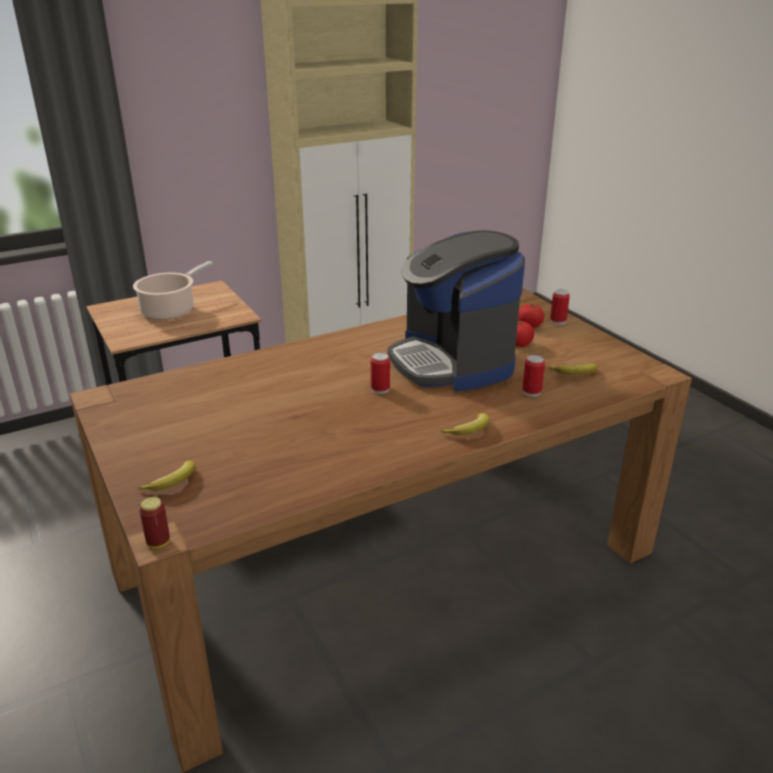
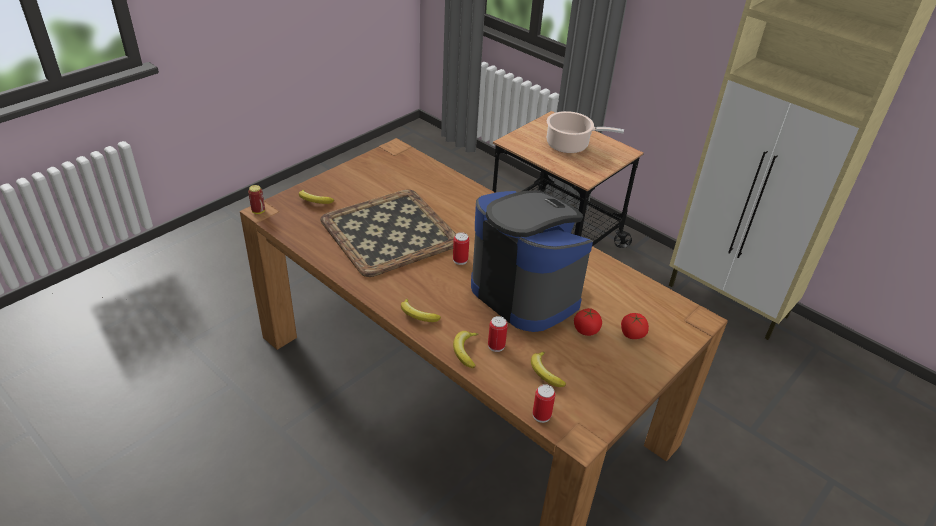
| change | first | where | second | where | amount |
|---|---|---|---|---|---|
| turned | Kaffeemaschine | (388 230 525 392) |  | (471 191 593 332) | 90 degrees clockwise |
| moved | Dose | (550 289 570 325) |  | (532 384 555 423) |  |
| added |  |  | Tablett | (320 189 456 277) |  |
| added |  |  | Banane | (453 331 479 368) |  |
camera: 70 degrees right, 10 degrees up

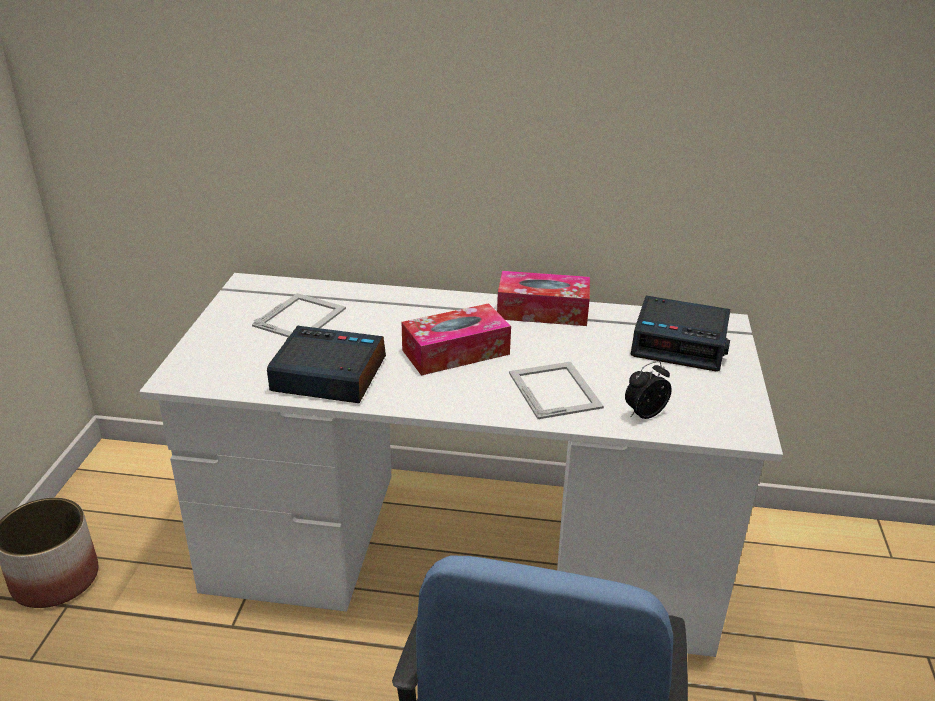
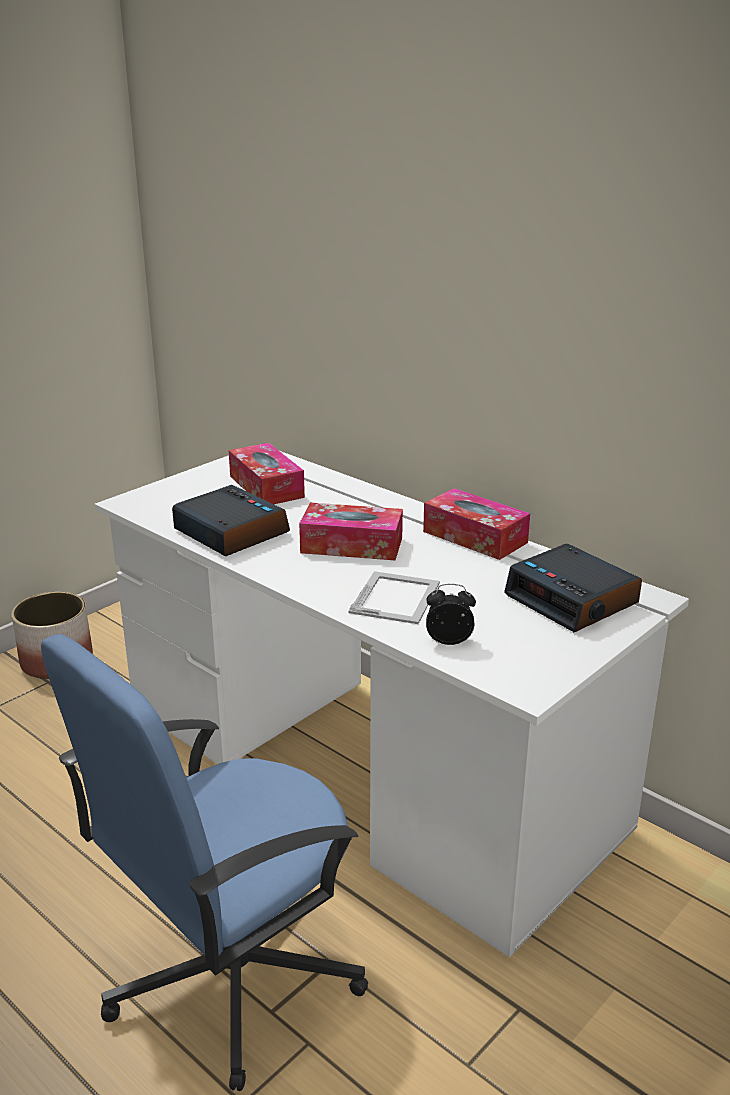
| change | first | where | second | where | amount |
|---|---|---|---|---|---|
| replaced | Bilderrahmen | (252 293 346 337) | Taschentuchbox | (229 443 305 504) |  |
camera: 35 degrees right, 5 degrees down

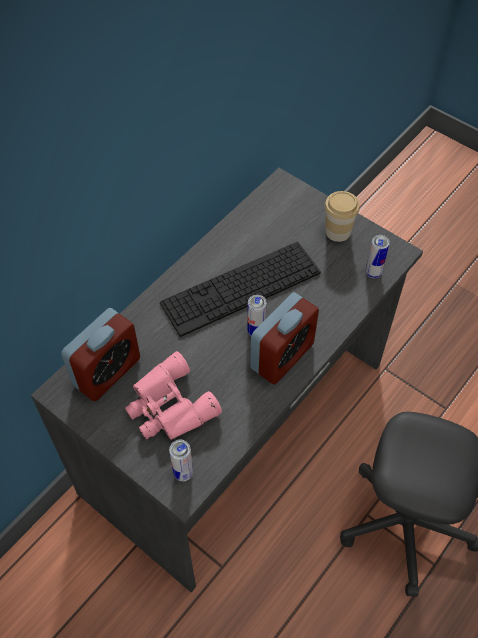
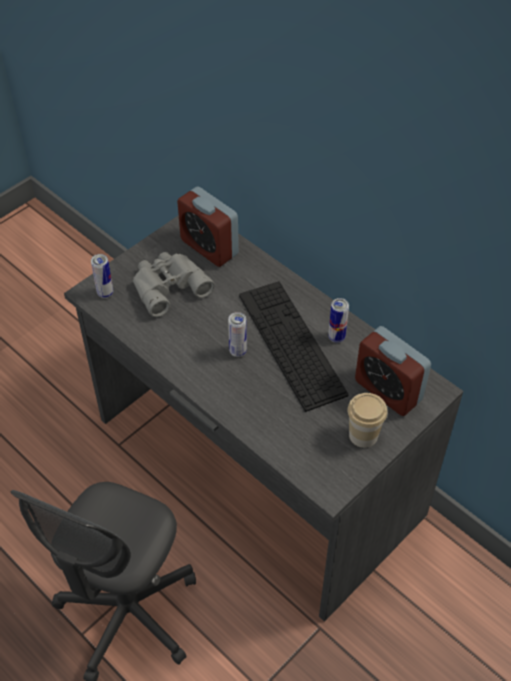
| change | first | where | second | where | amount |
|---|---|---|---|---|---|
| recoloured | Fernglas [rosa] | (125 351 222 440) | Fernglas [grau] | (133 252 215 317) |  |
| moved | Wecker | (250 292 319 385) |  | (355 326 431 416) |  |
| moved | Dose | (365 235 390 278) |  | (328 298 349 343) |  |
camera: 95 degrees right, 5 degrees down

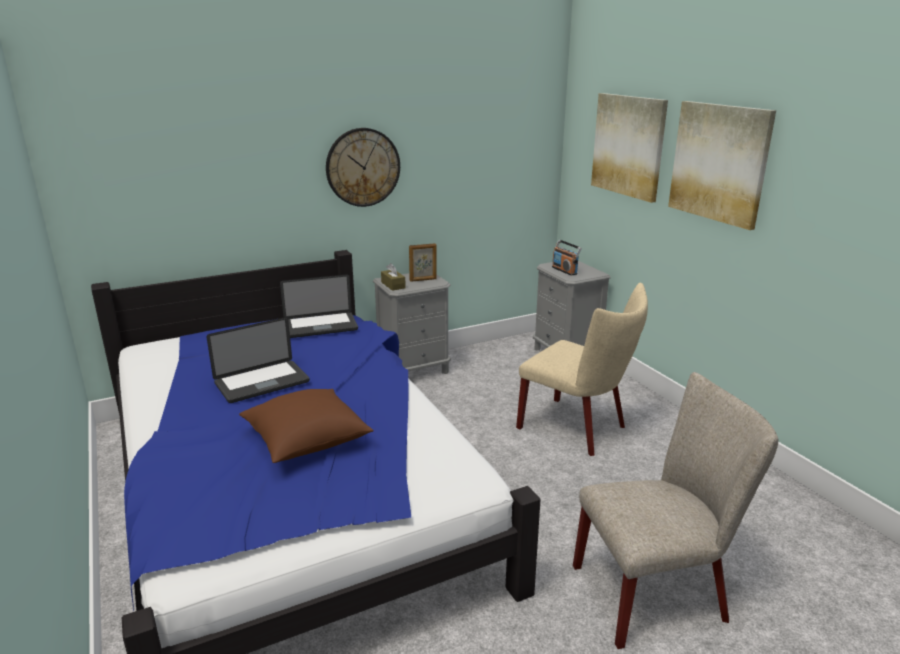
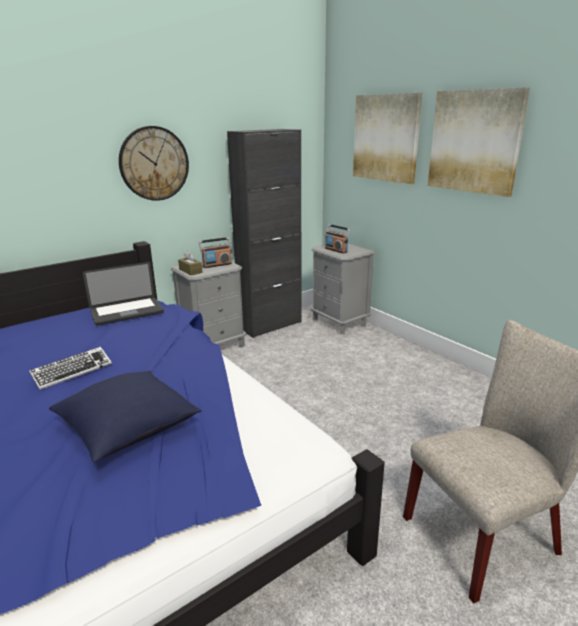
| change | first | where | second | where | amount |
|---|---|---|---|---|---|
| replaced | Laptop | (207 317 310 403) | Tastatur | (29 347 112 390) |  |
| recoloured | Kissen [braun] | (239 389 374 463) | Kissen [blau] | (49 371 202 462) |  |
| replaced | Bilderrahmen | (409 243 437 282) | Radio | (199 237 232 268) |  |
| removed | Stuhl [beige] | (516 283 648 456) |  |  |  |
| added |  |  | Schrank [schwarz] | (227 129 302 338) |  |
camera: 10 degrees left, 0 degrees up

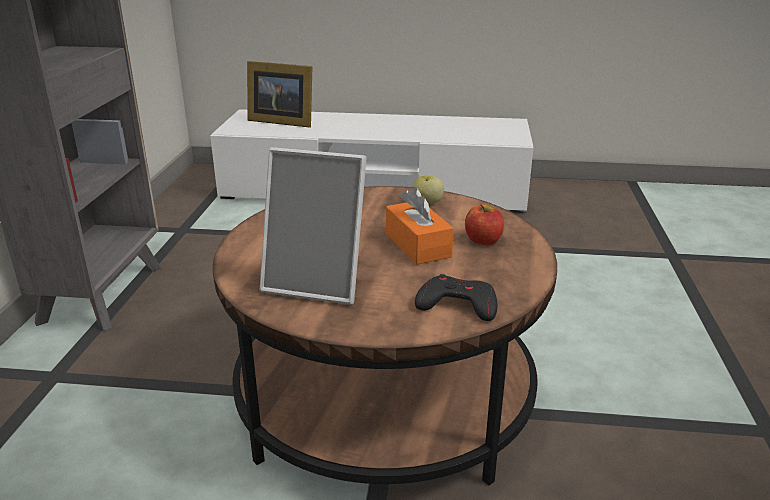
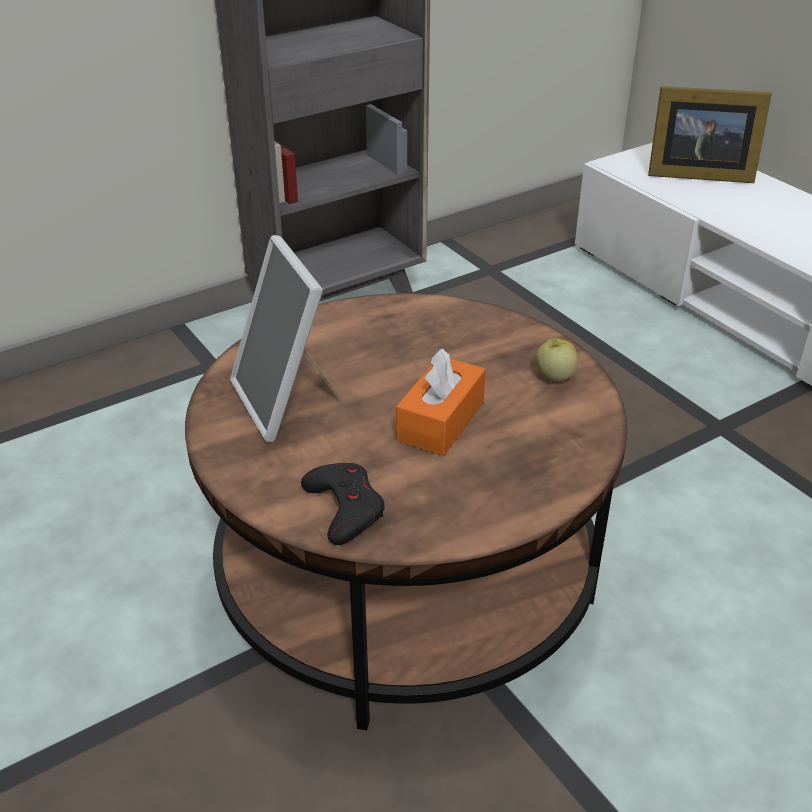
| change | first | where | second | where | amount |
|---|---|---|---|---|---|
| turned | Bilderrahmen | (247 61 313 128) |  | (648 86 772 183) | 60 degrees counterclockwise |
| removed | Apfel | (465 204 504 245) |  |  |  |
camera: 50 degrees right, 10 degrees up

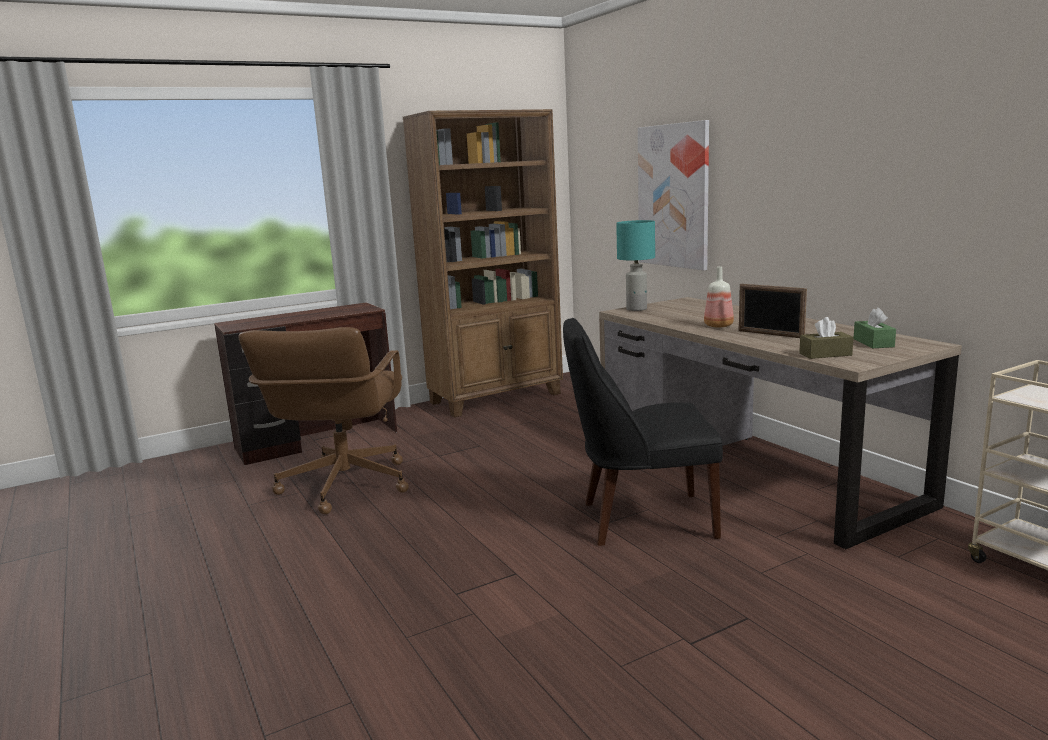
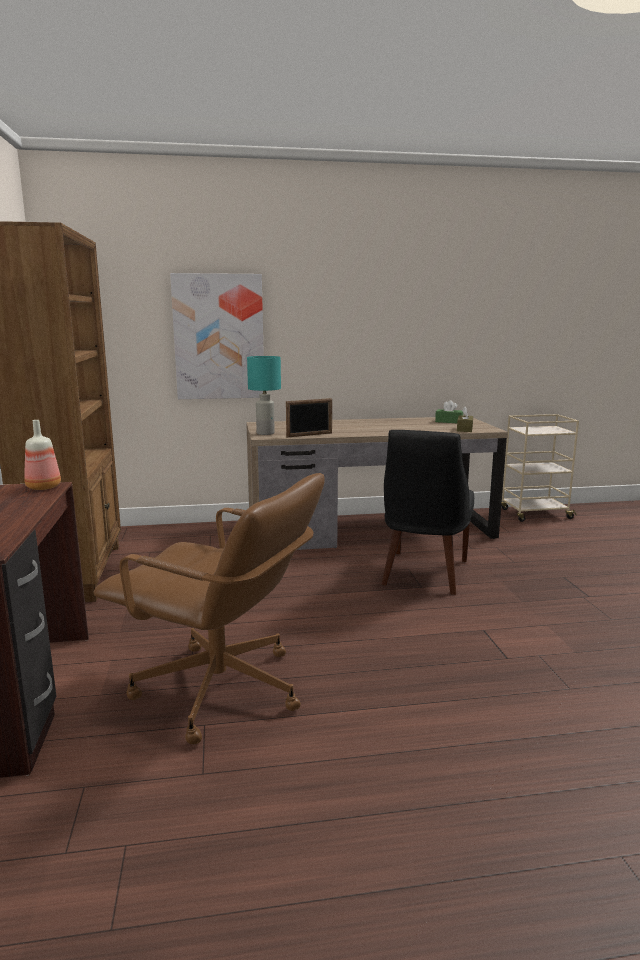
| change | first | where | second | where | amount |
|---|---|---|---|---|---|
| moved | Flasche | (704 267 734 328) |  | (24 420 61 490) |  |
| moved | Bilderrahmen | (739 284 807 338) |  | (286 398 332 437) |  |
camera: 70 degrees left, 0 degrees up

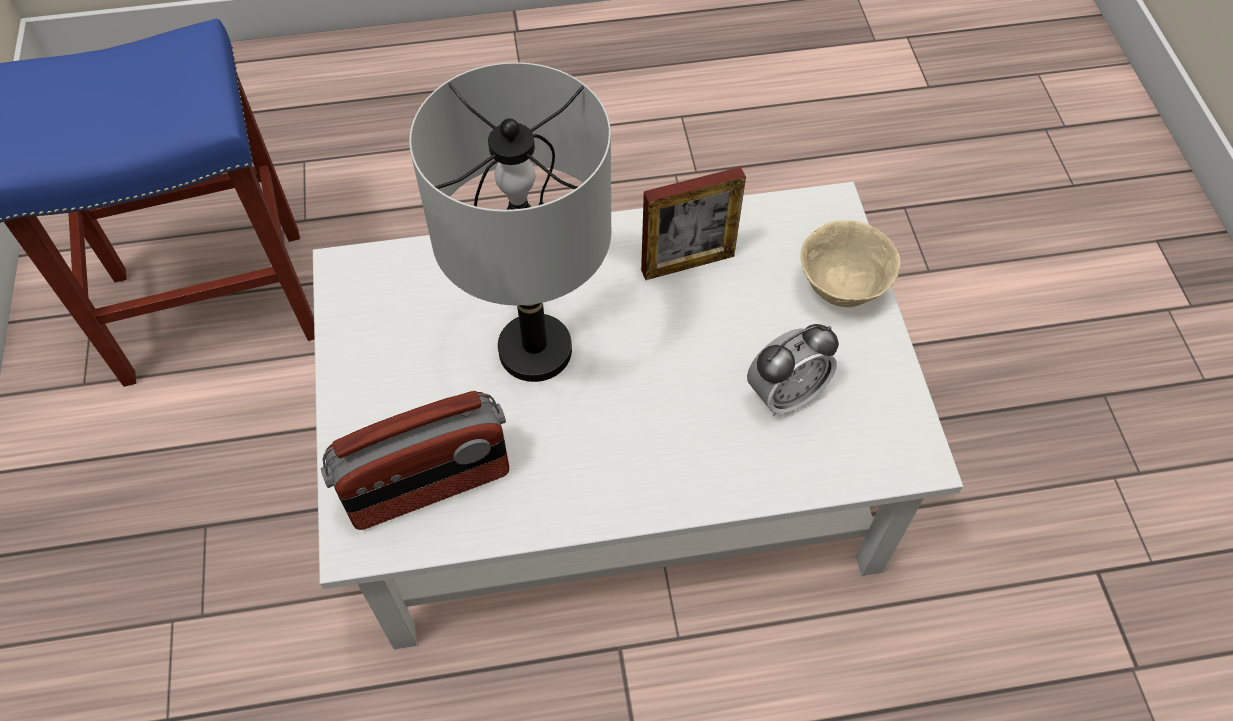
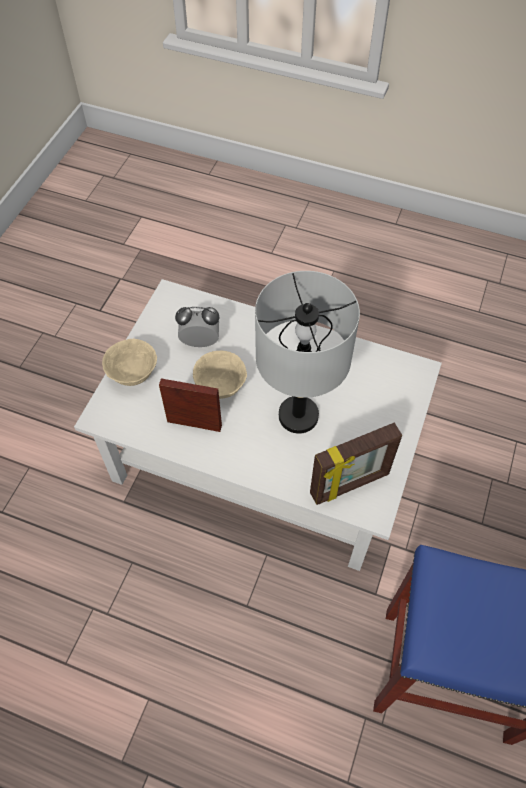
| change | first | where | second | where | amount |
|---|---|---|---|---|---|
| removed | Radio | (321 391 509 530) |  |  |  |
| added |  |  | Schüssel [beige] | (193 351 247 399) |  |
| added |  |  | Bilderrahmen | (310 423 402 505) |  |
camera: 150 degrees left, 0 degrees up

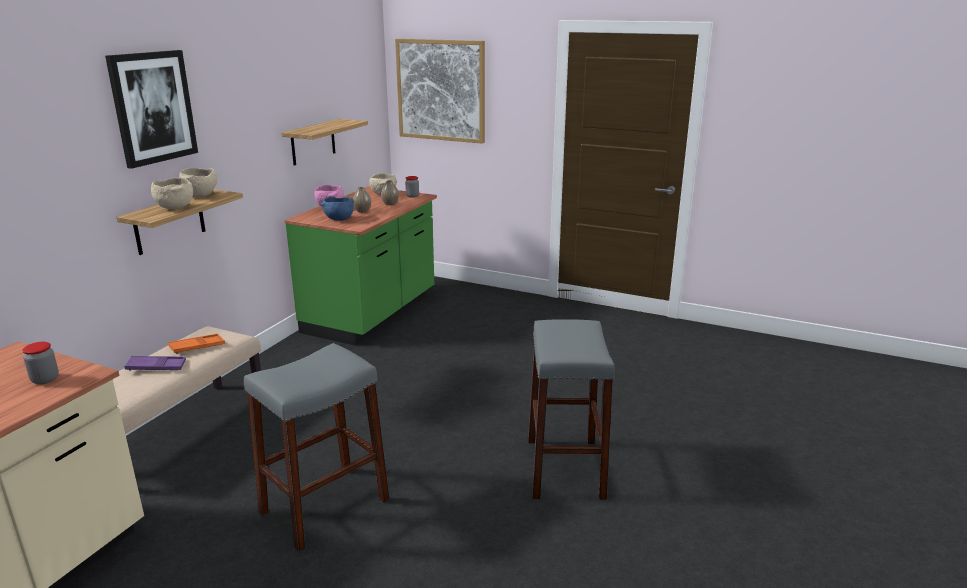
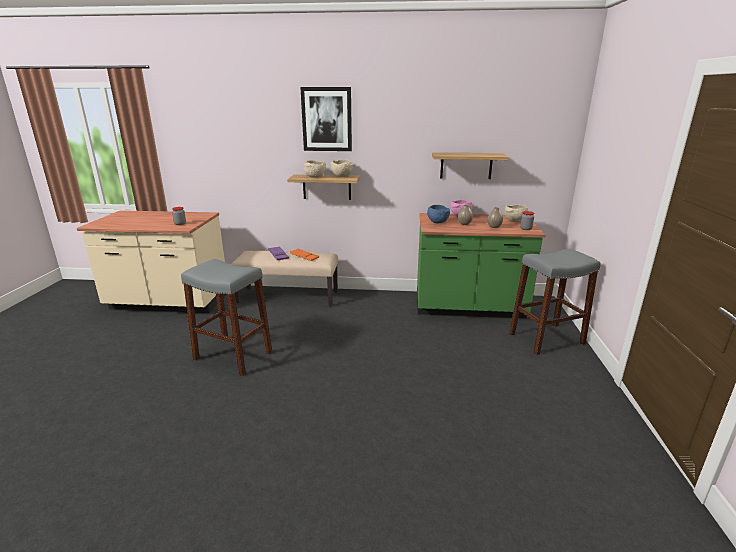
| change | first | where | second | where | amount |
|---|---|---|---|---|---|
| removed | Bild | (395 39 485 144) |  |  |  |
| moved | Hocker [grau] | (528 319 615 500) |  | (509 249 600 355) |  |
camera: 70 degrees right, 0 degrees up

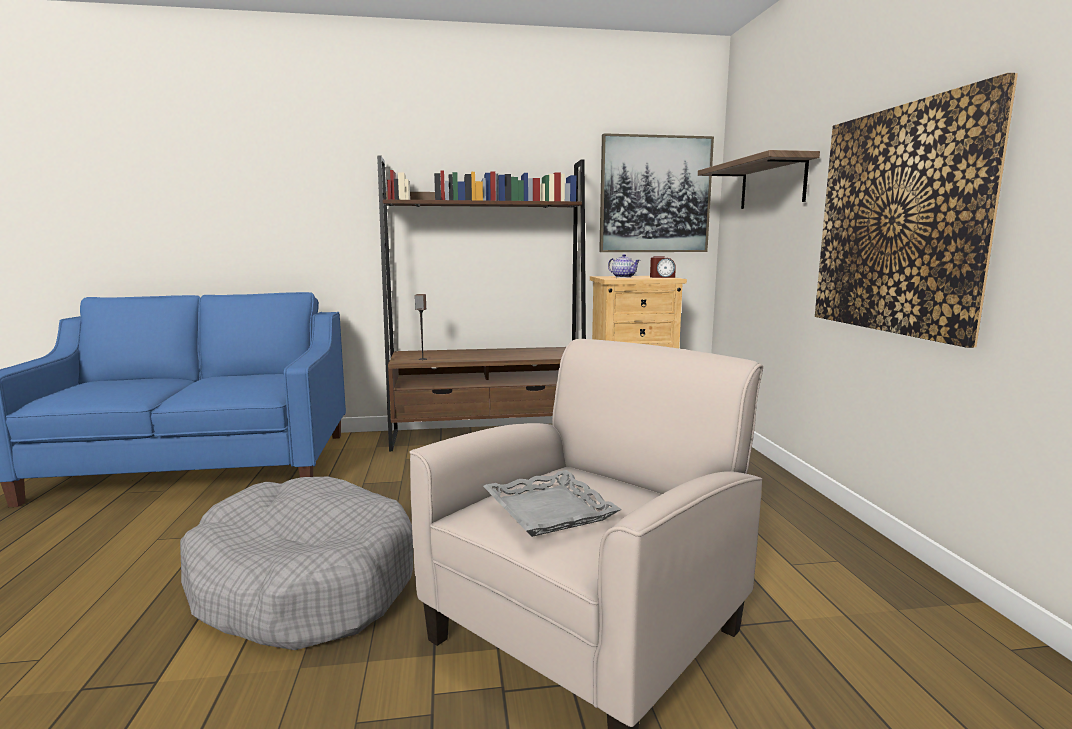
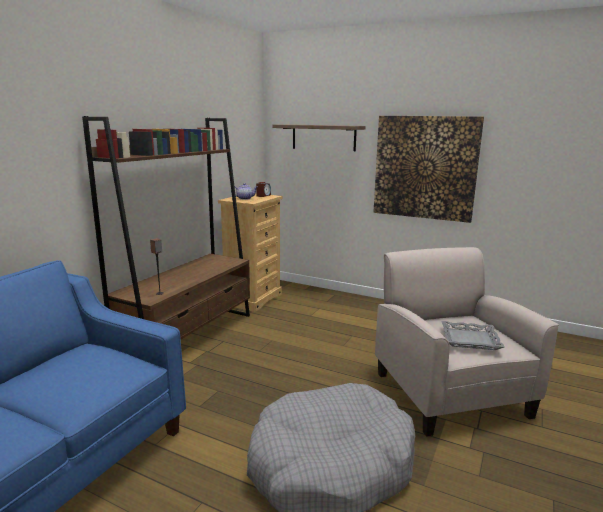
| change | first | where | second | where | amount |
|---|---|---|---|---|---|
| removed | Bild | (599 133 714 252) |  |  |  |
camera: 55 degrees left, 5 degrees up

